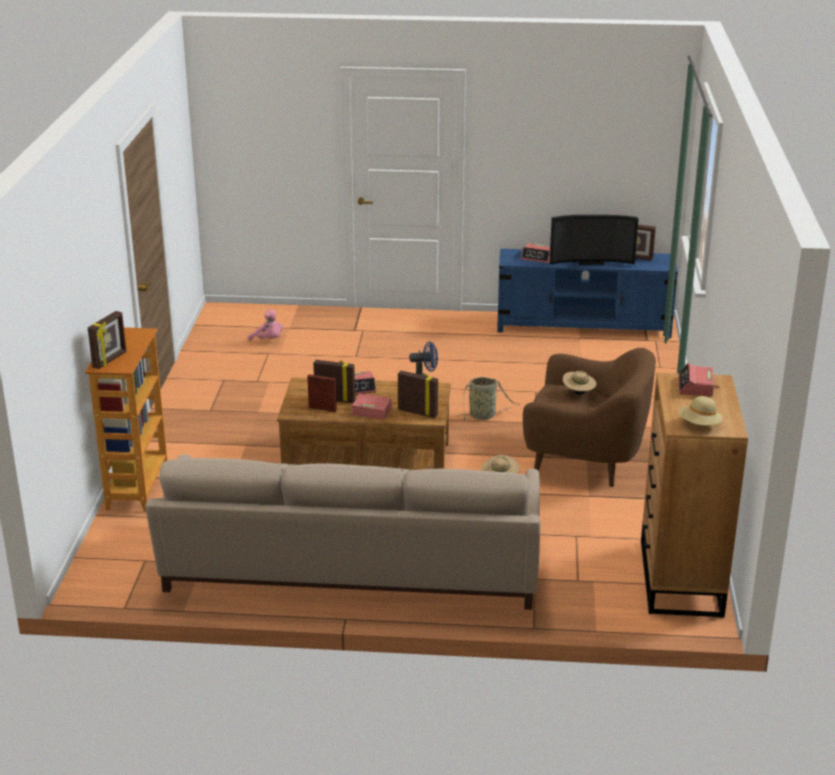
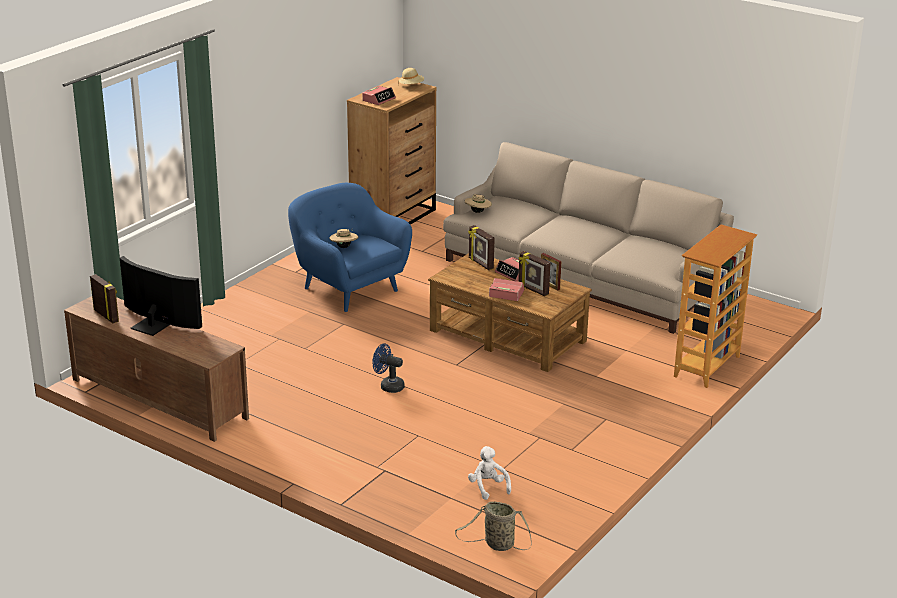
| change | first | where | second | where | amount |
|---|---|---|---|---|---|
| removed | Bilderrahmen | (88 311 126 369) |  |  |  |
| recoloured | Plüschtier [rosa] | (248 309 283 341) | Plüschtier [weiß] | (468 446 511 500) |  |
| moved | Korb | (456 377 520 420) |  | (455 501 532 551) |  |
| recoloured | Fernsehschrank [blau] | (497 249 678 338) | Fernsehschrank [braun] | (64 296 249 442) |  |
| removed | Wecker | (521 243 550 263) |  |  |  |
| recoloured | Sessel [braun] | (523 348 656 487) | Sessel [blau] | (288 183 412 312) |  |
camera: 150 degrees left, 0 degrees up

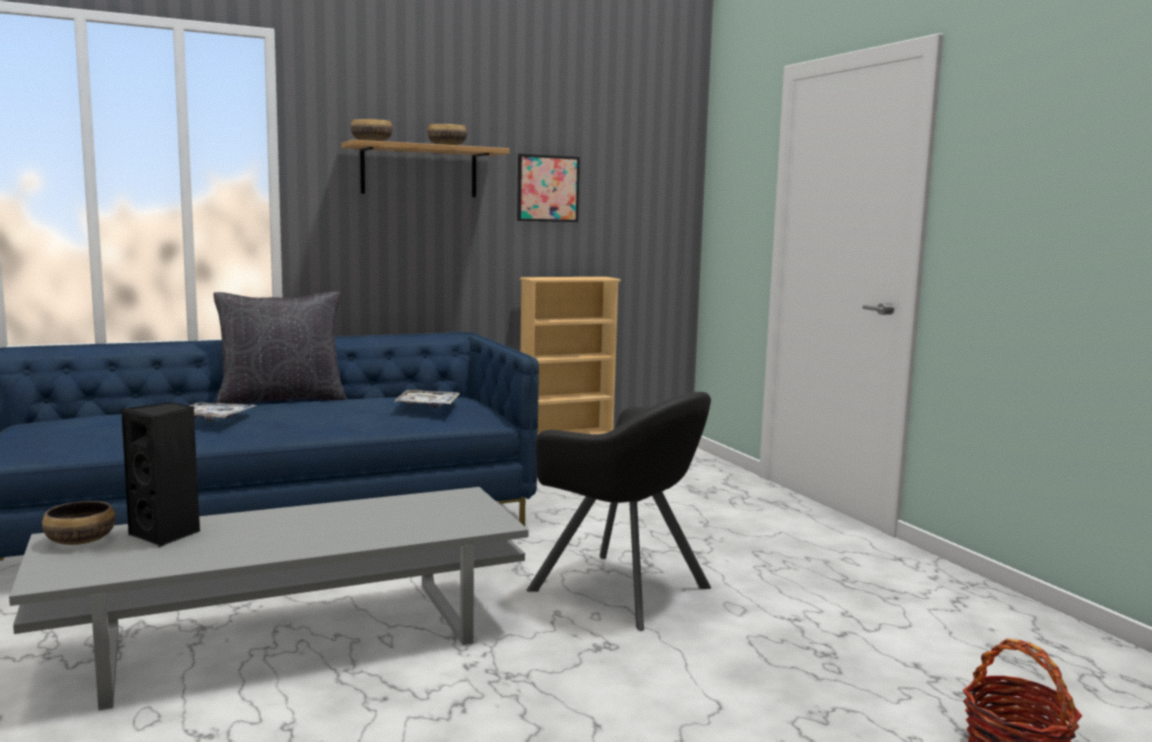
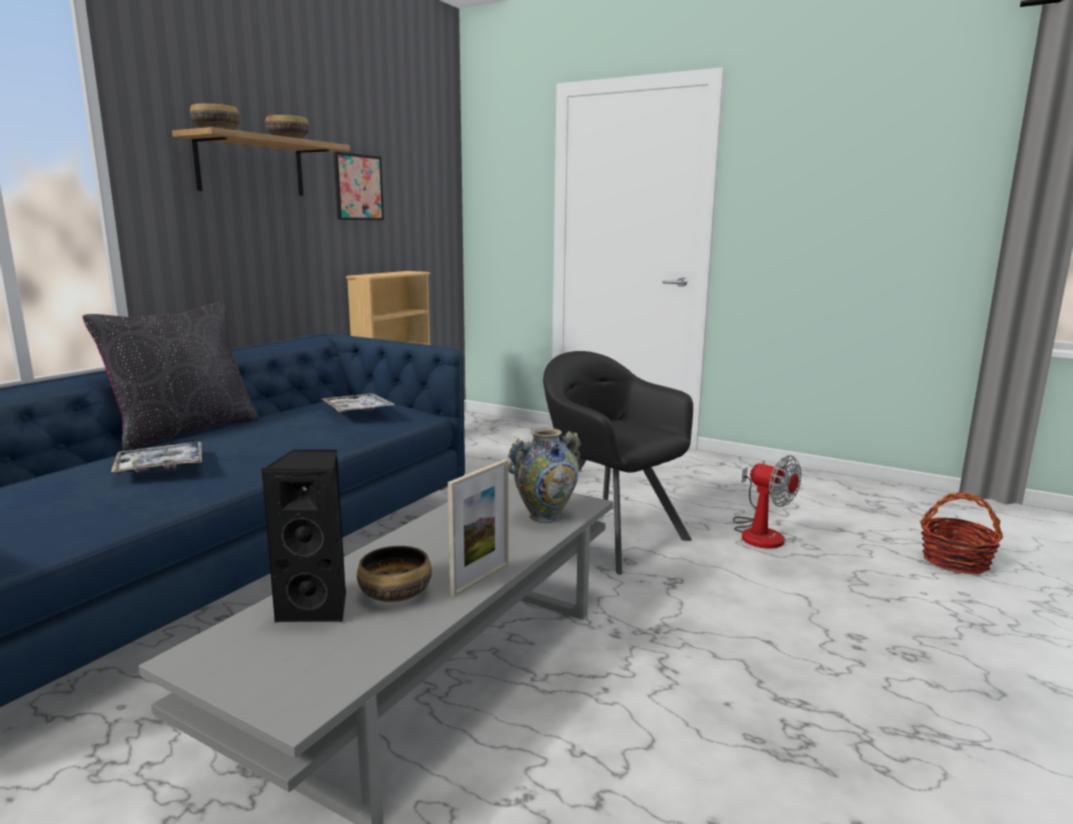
| change | first | where | second | where | amount |
|---|---|---|---|---|---|
| moved | Schüssel | (42 501 115 545) |  | (357 546 432 602) |  |
| turned | Sessel [schwarz] | (526 392 711 631) |  | (543 351 693 574) | 135 degrees counterclockwise |
| added |  |  | Bilderrahmen | (448 459 508 597) |  |
| added |  |  | Vase | (508 428 581 523) |  |
| added |  |  | Ventilator | (733 455 801 549) |  |
camera: 35 degrees left, 5 degrees up

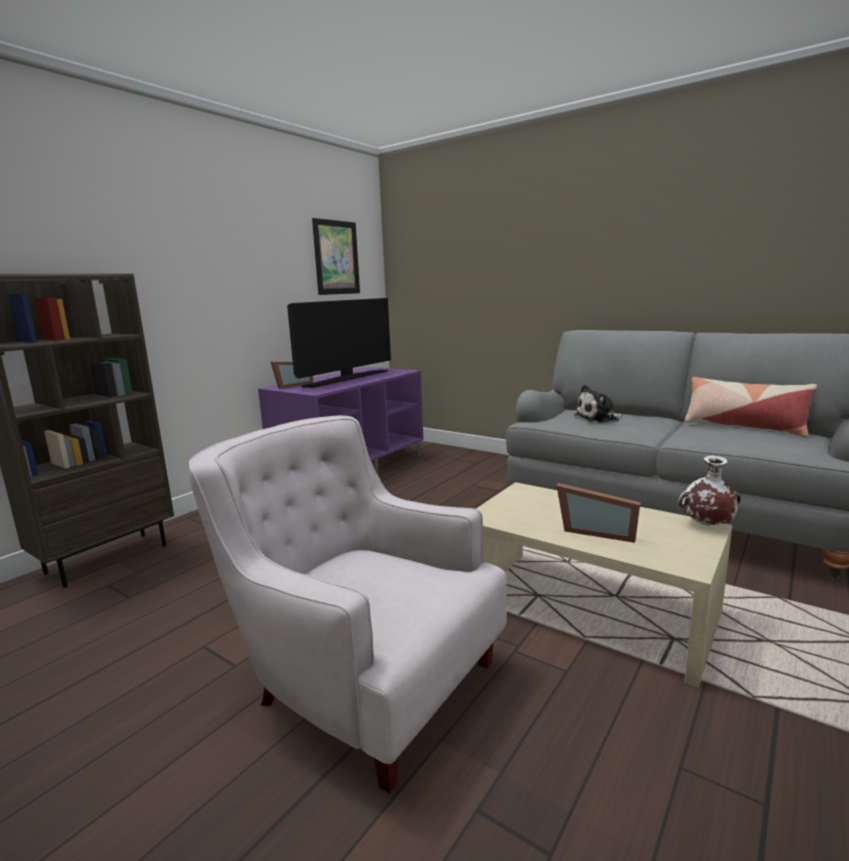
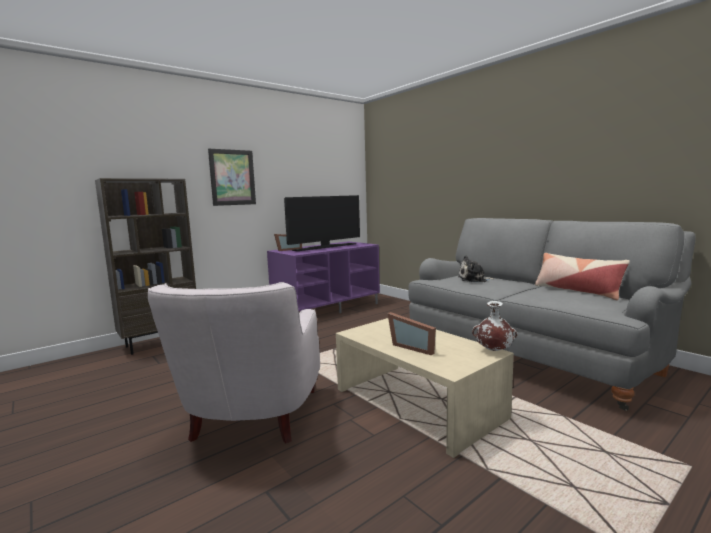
| change | first | where | second | where | amount |
|---|---|---|---|---|---|
| turned | Sessel [weiß] | (189 415 507 793) |  | (148 282 320 444) | 135 degrees counterclockwise |
| moved | Bild | (312 218 360 295) |  | (208 149 256 206) |  |
camera: 15 degrees right, 5 degrees down

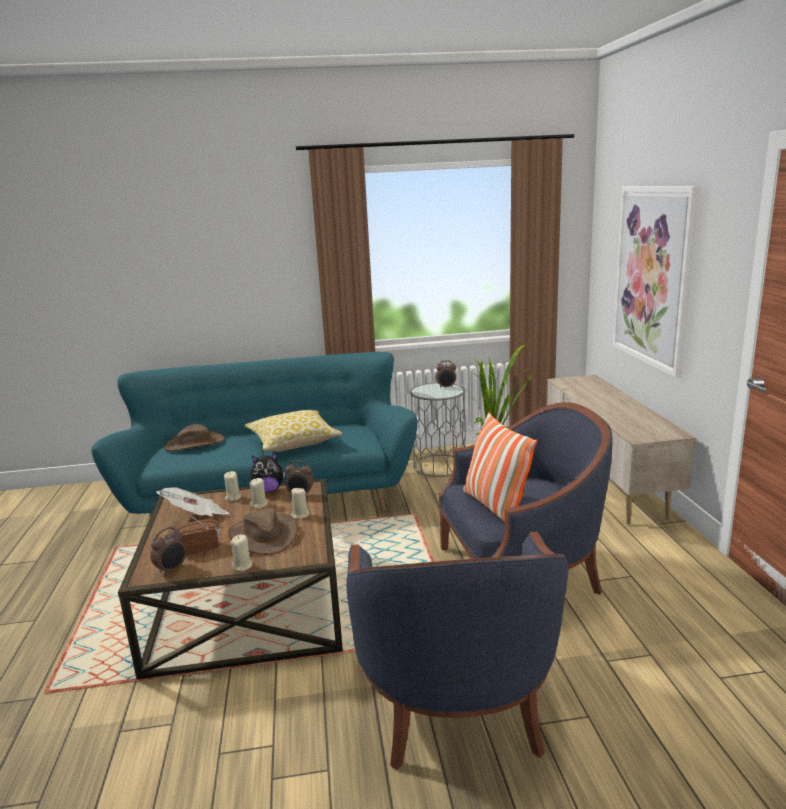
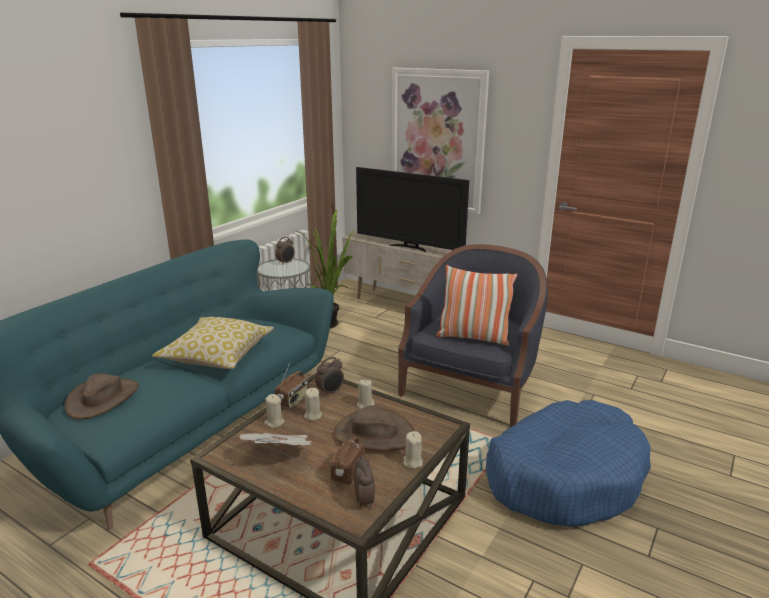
| change | first | where | second | where | amount |
|---|---|---|---|---|---|
| replaced | Plüschtier | (251 453 286 492) | Radio | (275 362 309 409) |  |
| replaced | Sessel [blau] | (346 532 568 770) | Hundebett [blau] | (486 400 651 526) |  |
| added |  |  | Fernseher | (356 167 469 252) |  |
camera: 50 degrees left, 5 degrees up

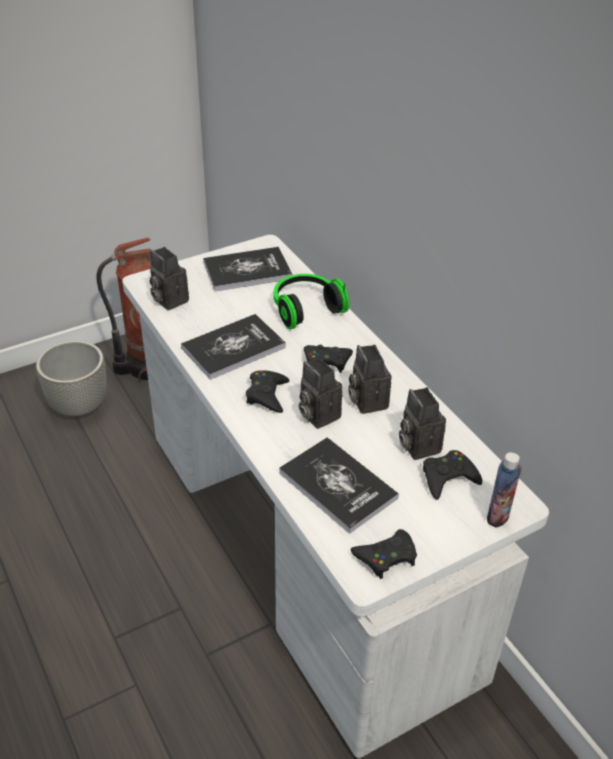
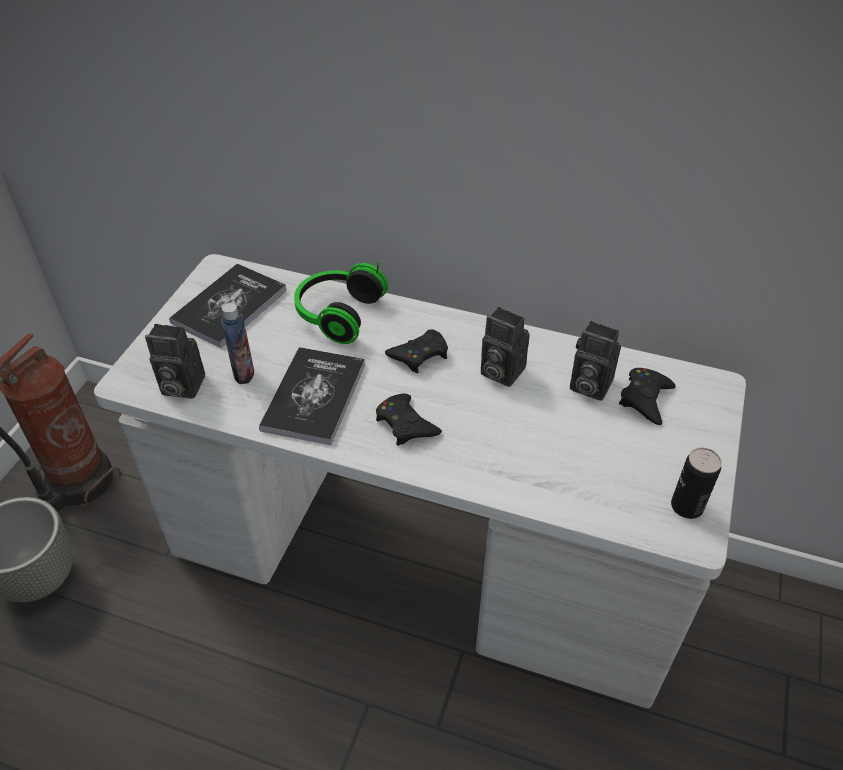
| change | first | where | second | where | amount |
|---|---|---|---|---|---|
| removed | Buch | (279 437 399 534) |  |  |  |
| removed | Kamera | (299 357 342 429) |  |  |  |
| replaced | Gamepad [schwarz] | (351 529 417 579) | Dose | (671 447 722 519) |  |
| moved | Flasche | (487 452 521 528) |  | (221 303 254 384) |  |
camera: 40 degrees left, 5 degrees up

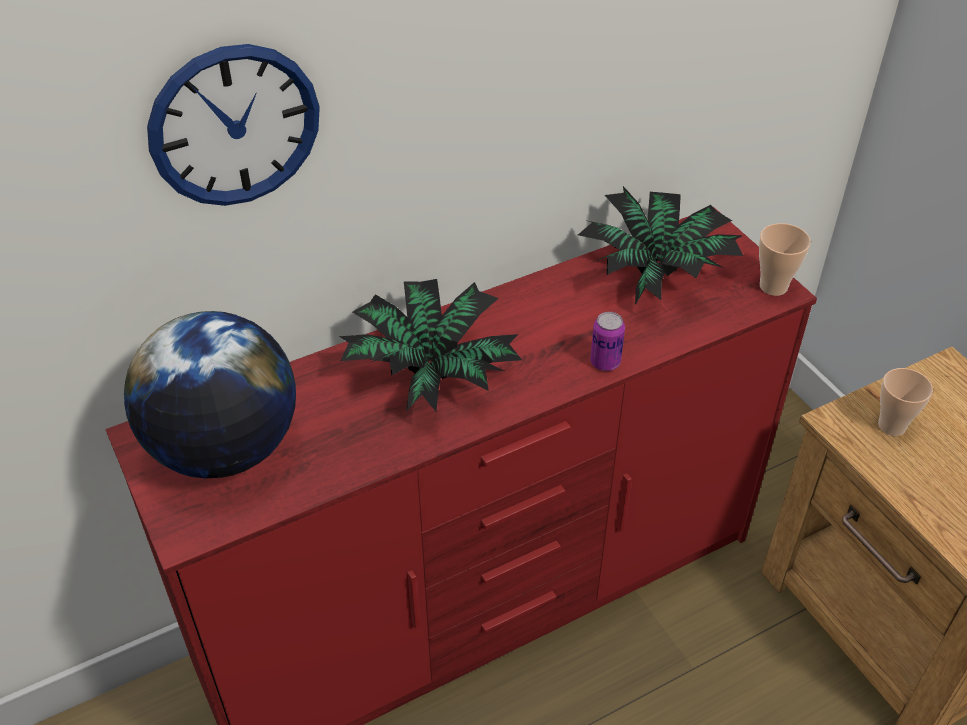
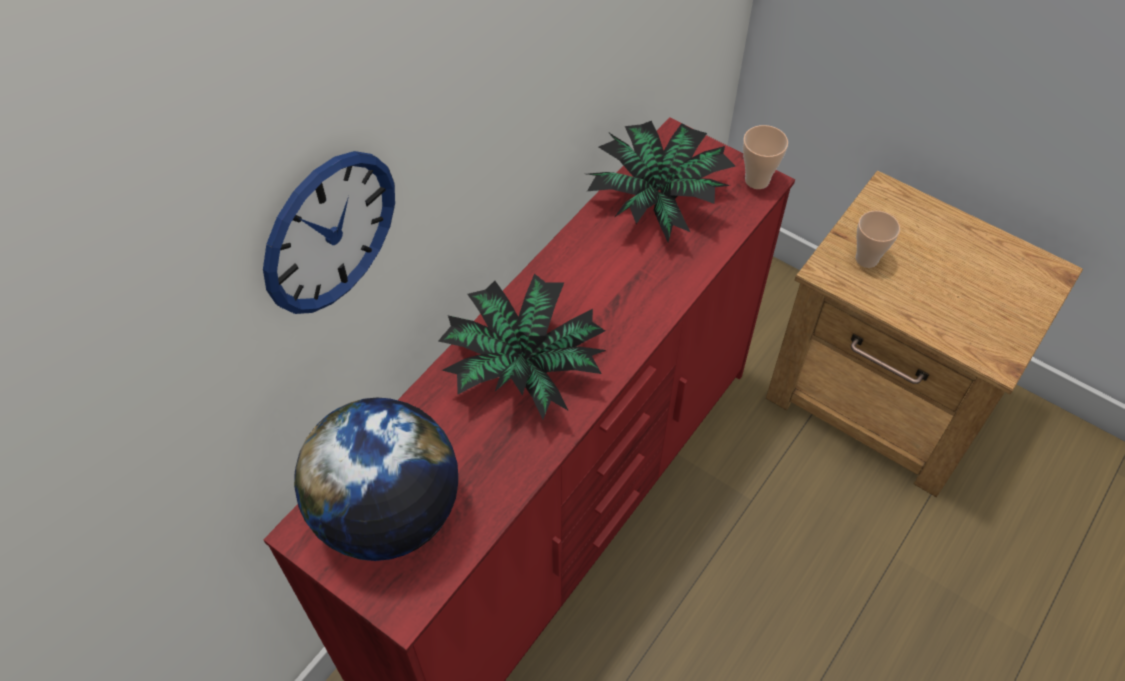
| change | first | where | second | where | amount |
|---|---|---|---|---|---|
| removed | Dose | (590 312 625 371) |  |  |  |
camera: 25 degrees left, 10 degrees up

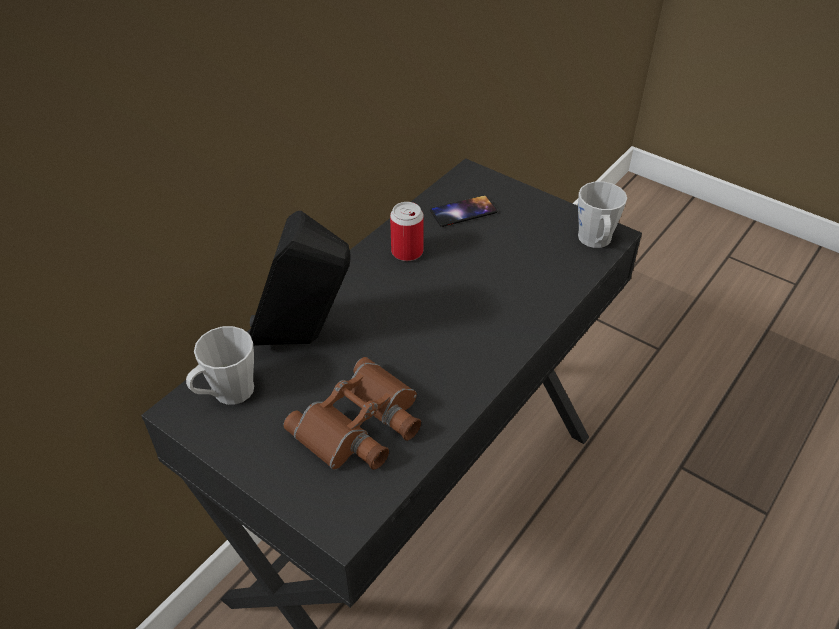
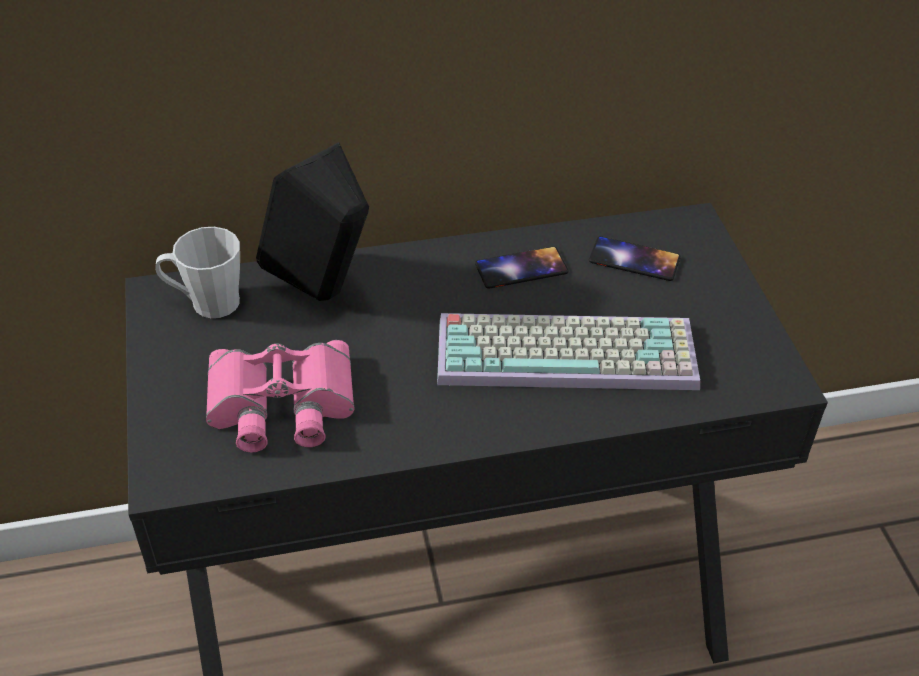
| change | first | where | second | where | amount |
|---|---|---|---|---|---|
| recoloured | Fernglas [braun] | (283 357 421 470) | Fernglas [rosa] | (206 340 354 452) |  |
| replaced | Dose | (390 202 424 261) | Handy | (475 246 569 289) |  |
| removed | Henkelbecher [grau] | (578 182 627 248) |  |  |  |
| added |  |  | Tastatur | (437 313 700 390) |  |
camera: 40 degrees right, 0 degrees up

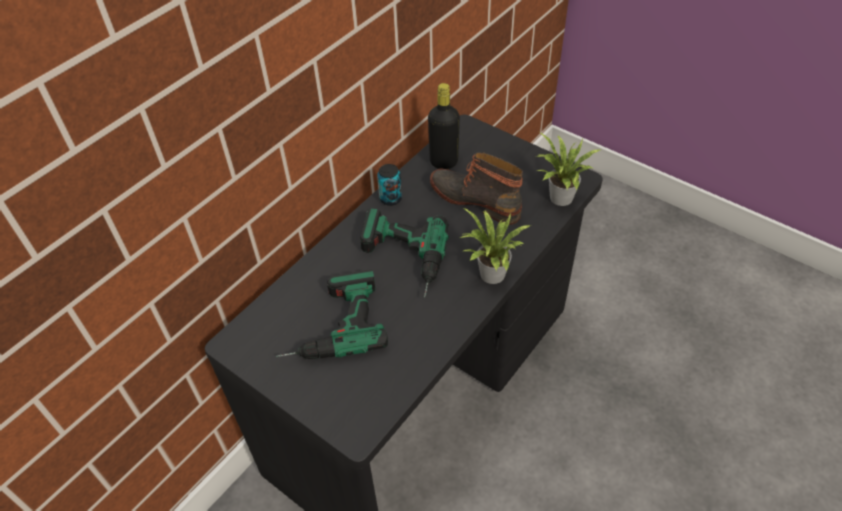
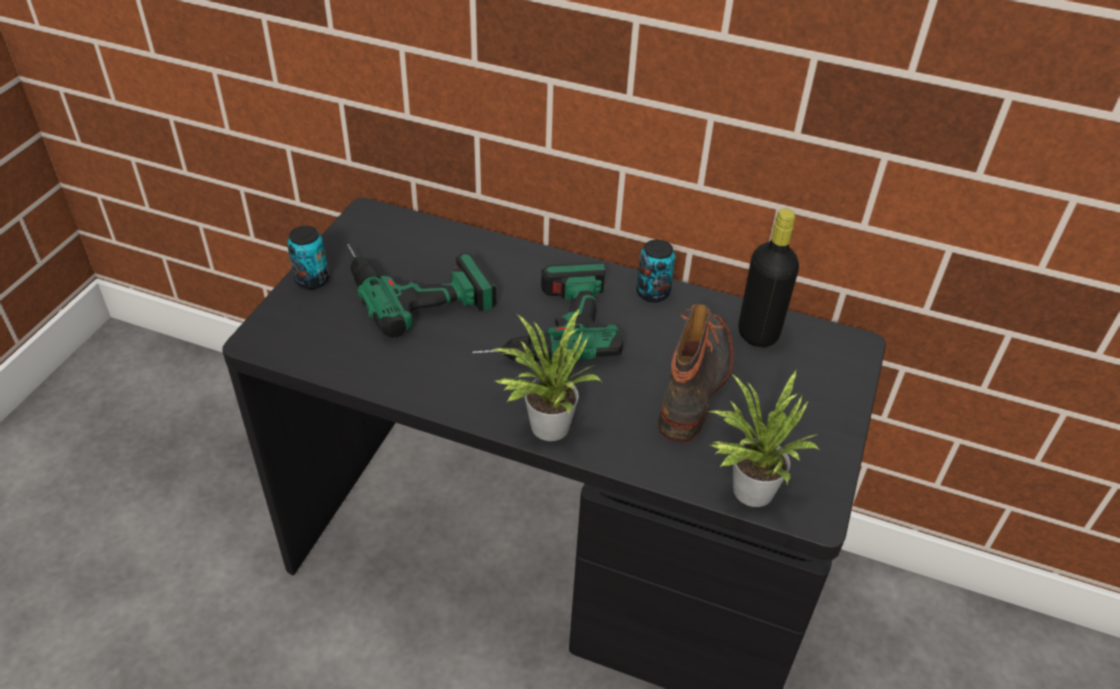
| change | first | where | second | where | amount |
|---|---|---|---|---|---|
| added |  |  | Dose | (287 226 329 289) |  |
camera: 70 degrees right, 5 degrees down

